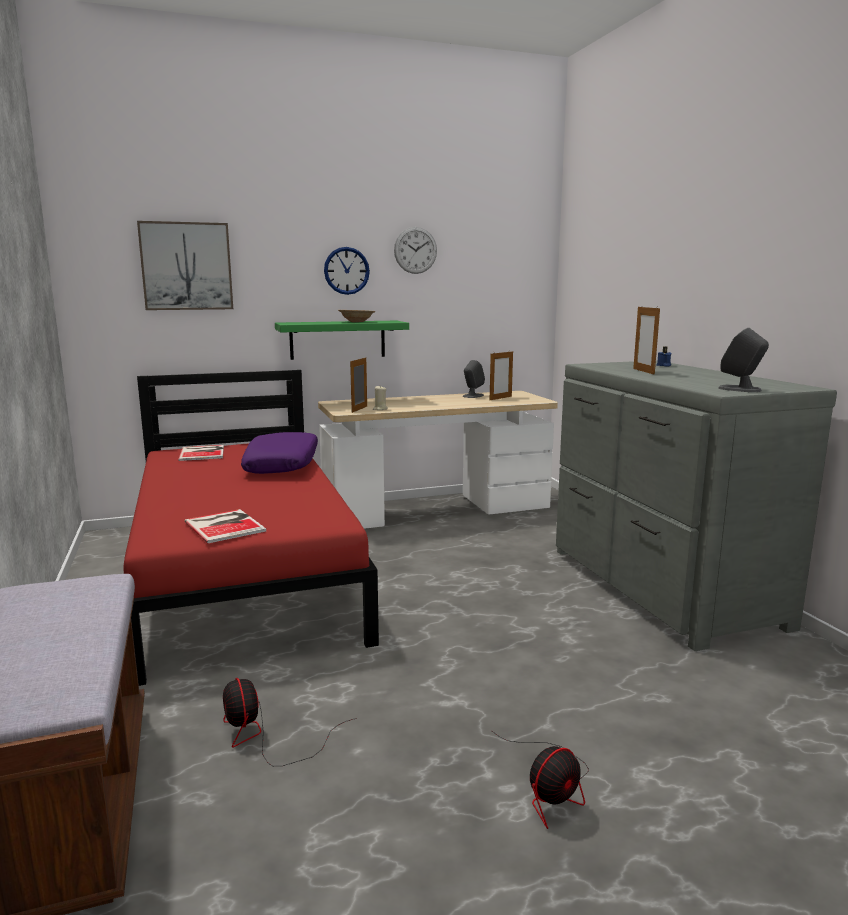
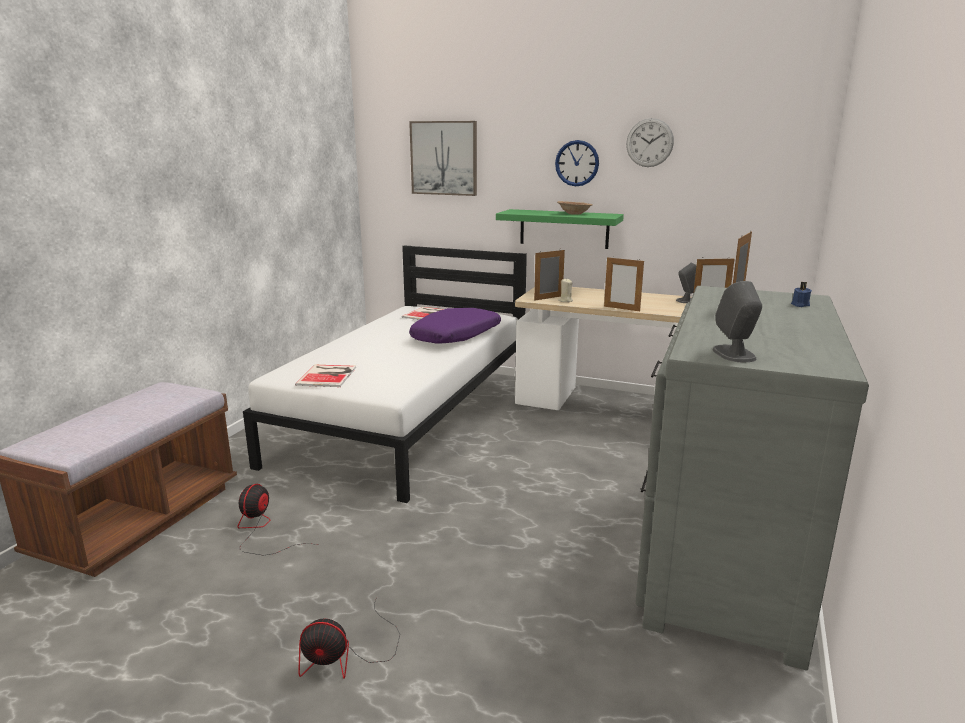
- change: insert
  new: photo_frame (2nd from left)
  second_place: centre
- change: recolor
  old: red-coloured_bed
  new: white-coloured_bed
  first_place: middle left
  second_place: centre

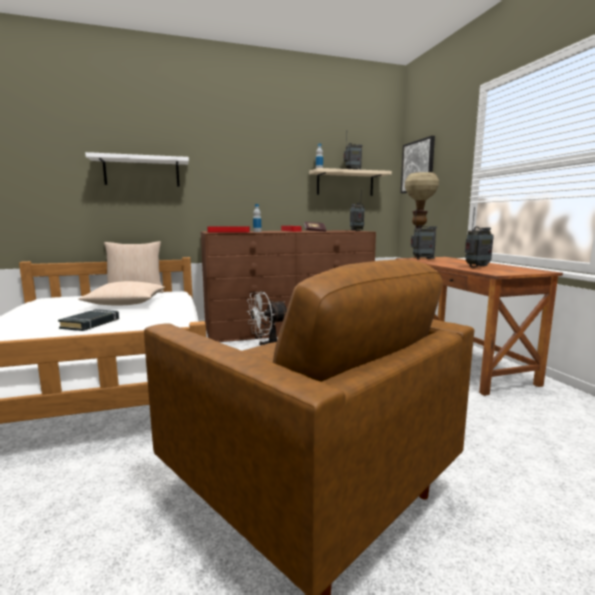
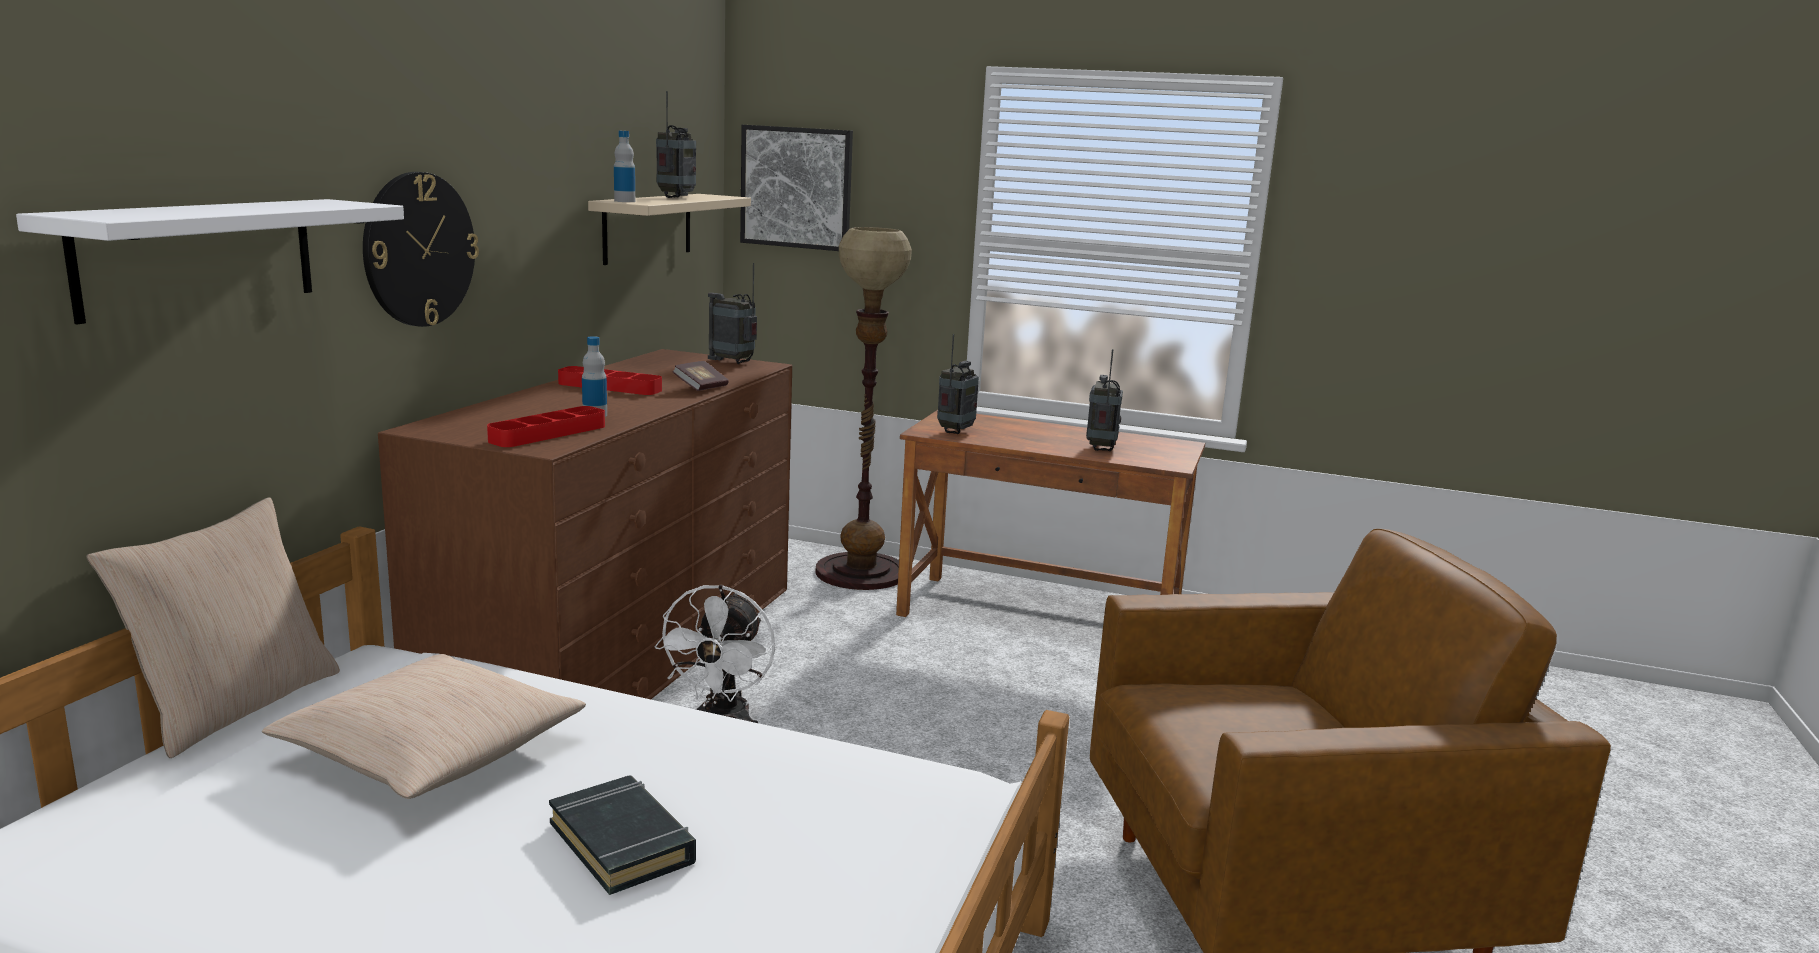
- change: insert
  new: wall_clock
  second_place: top left

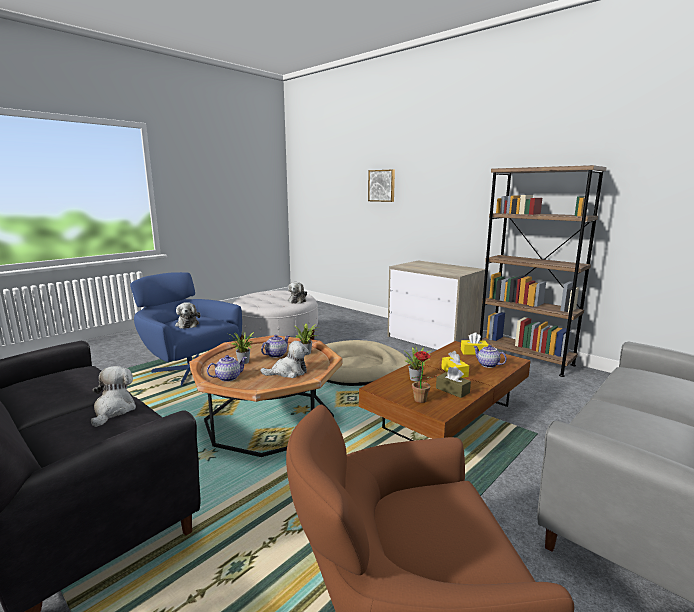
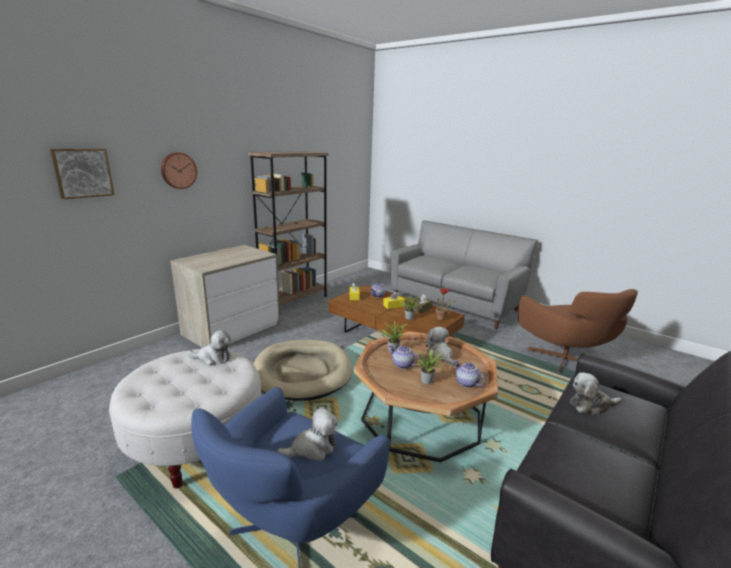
- change: insert
  new: wall_clock
  second_place: top left

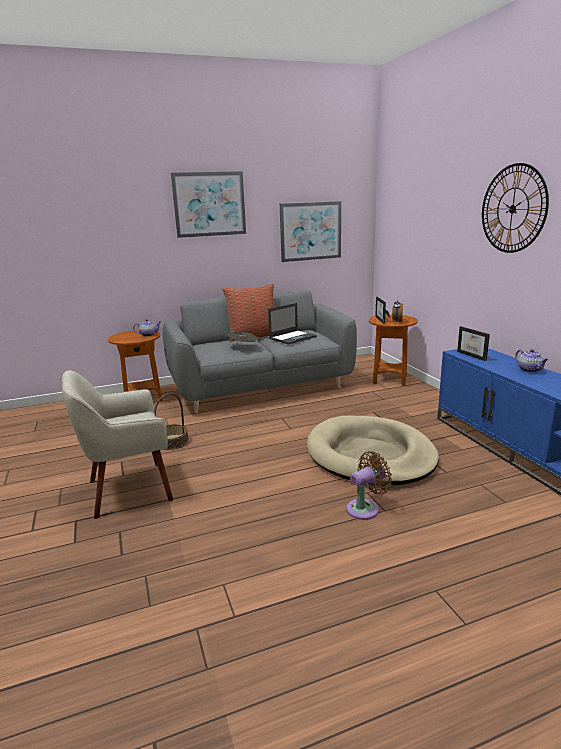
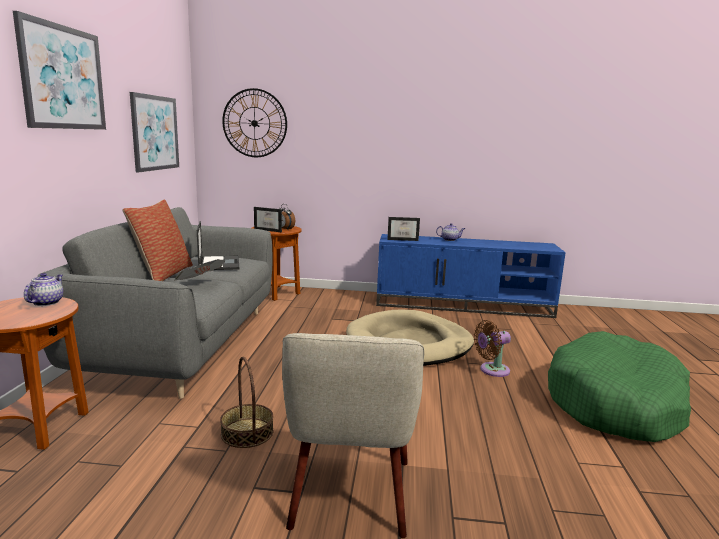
- change: insert
  new: green_dog_cushion
  second_place: bottom right
- change: move
  old: wall_clock
  first_place: top right
  second_place: top centre
- change: rotate
  old: brown_electric_fan
  first_place: centre
  second_place: middle right
  degrees: -105

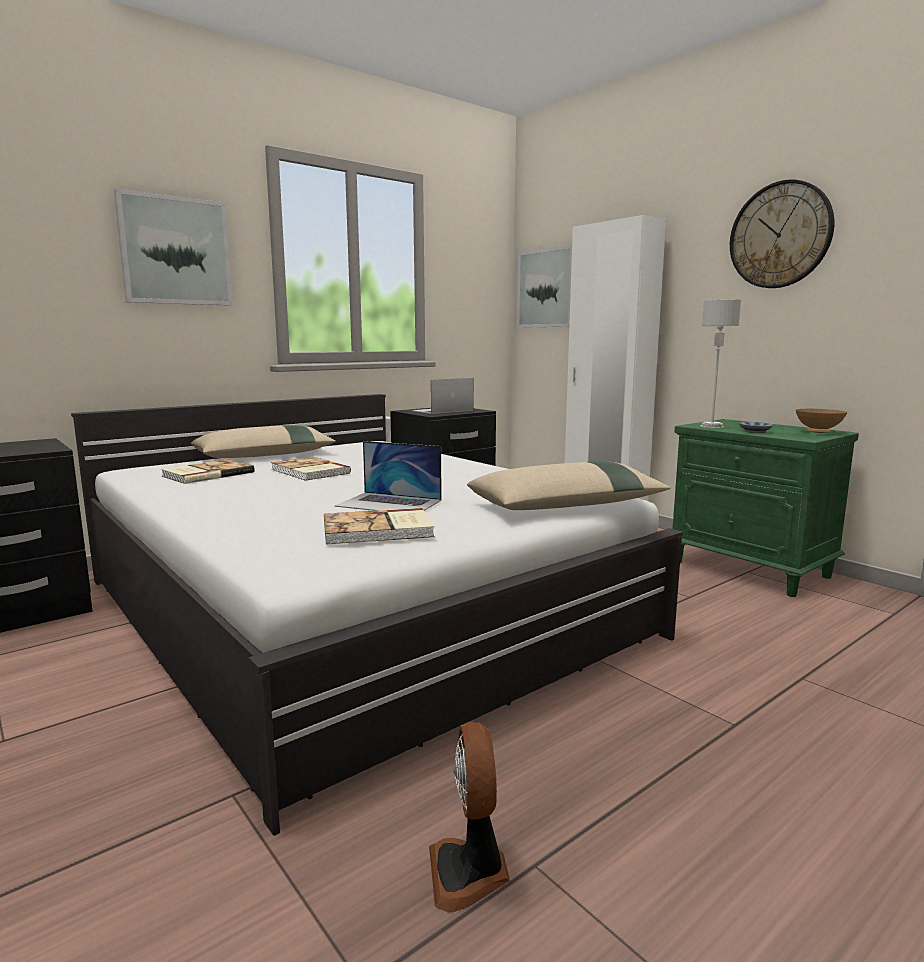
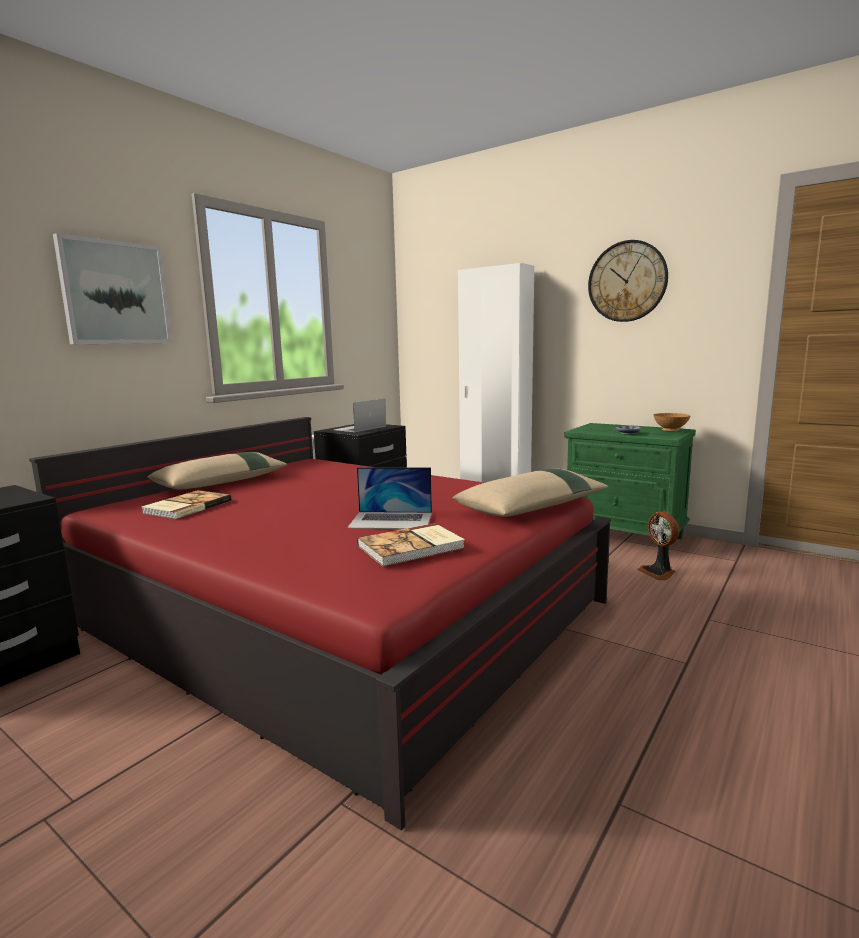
- change: delete
  old: volume (2nd from left)
  first_place: centre
- change: delete
  old: wall_art (2nd from left)
  first_place: top centre
- change: delete
  old: greyish_tabletop_lamp
  first_place: middle right
- change: move
  old: electric_fan
  first_place: bottom centre
  second_place: middle right
- change: recolor
  old: white-coloured_bed
  new: red-coloured_bed
  first_place: centre
  second_place: centre

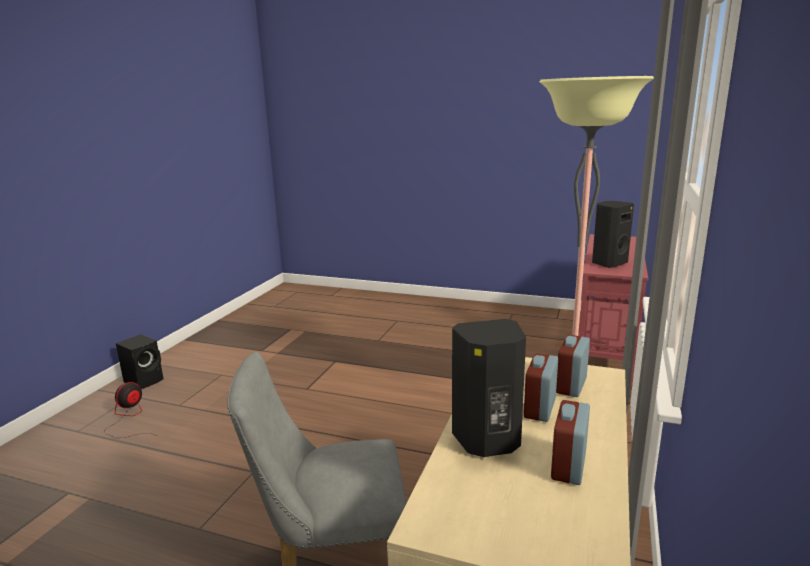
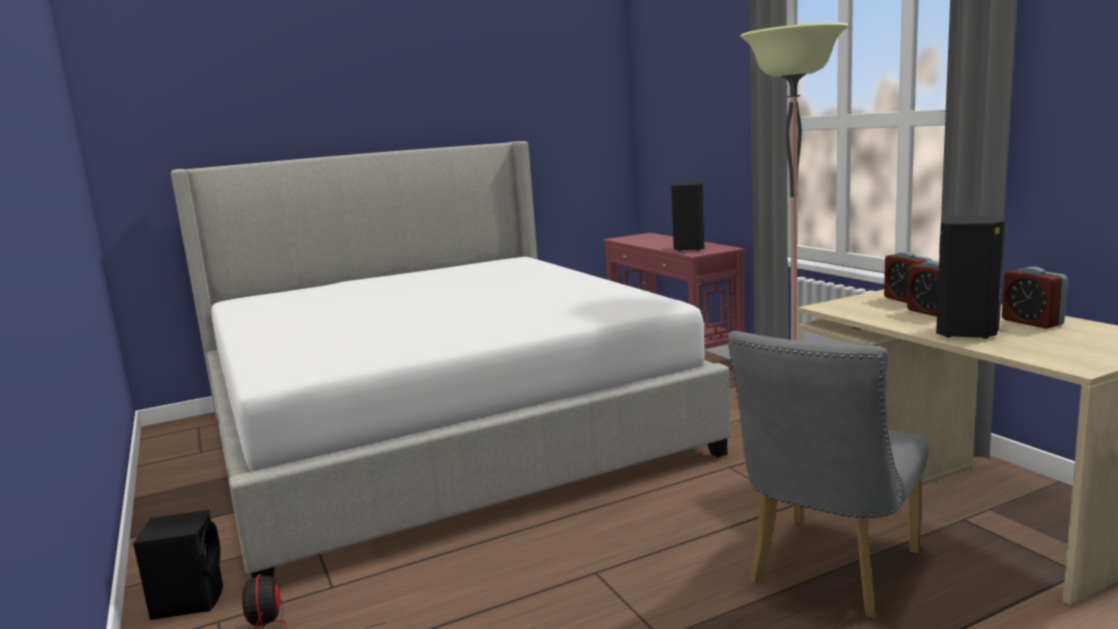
- change: insert
  new: bed
  second_place: centre

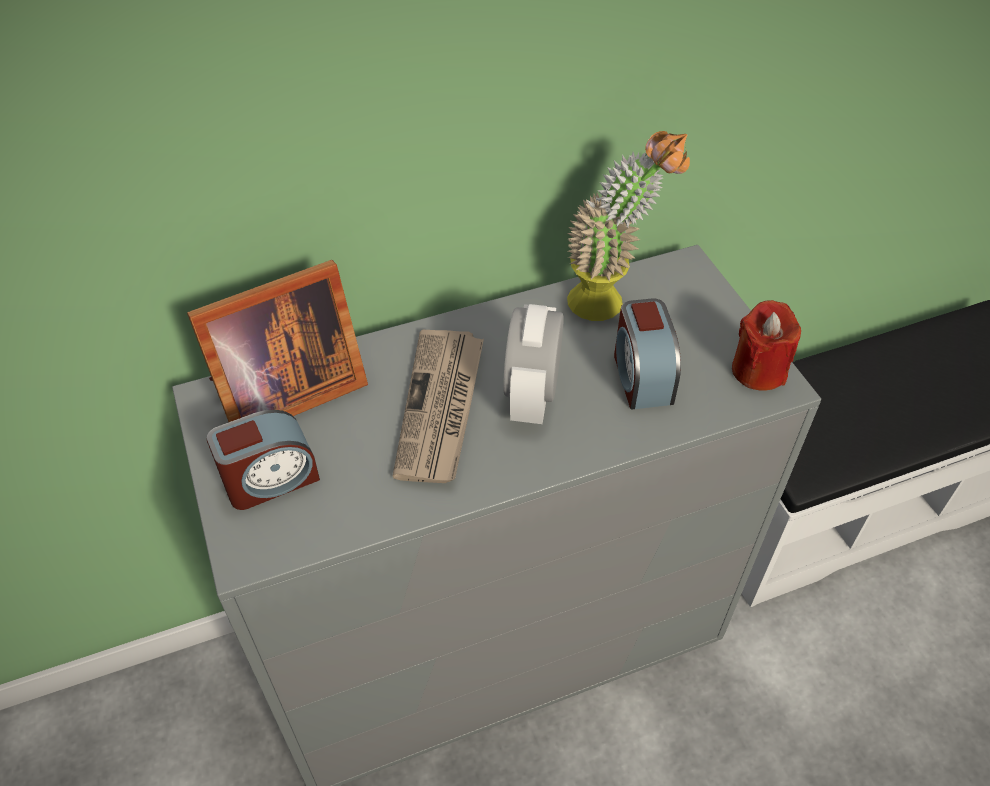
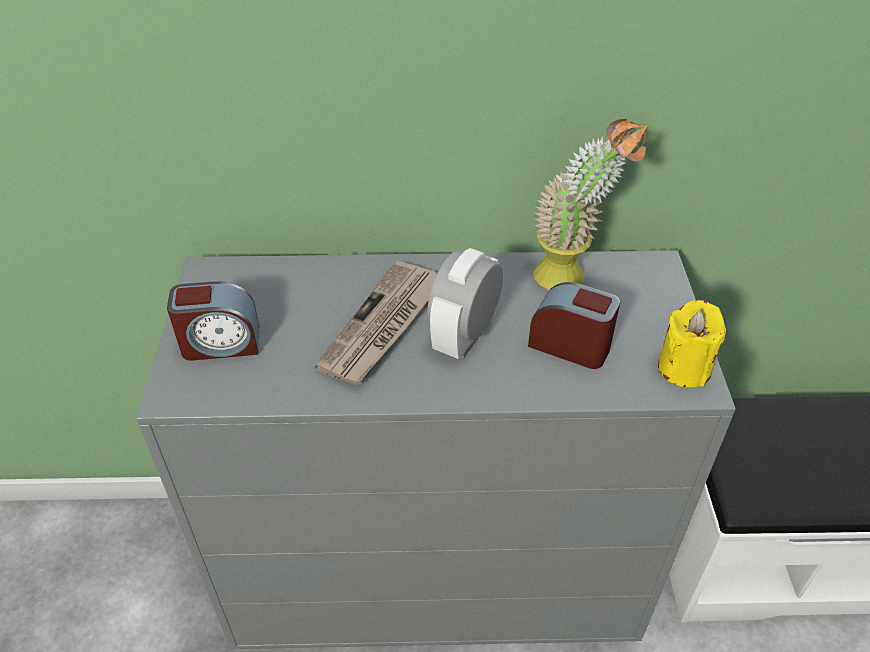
- change: delete
  old: photo_frame
  first_place: middle left
- change: recolor
  old: red-coloured_wax_light
  new: yellowish_wax_light
  first_place: middle right
  second_place: middle right
- change: rotate
  old: bedside_clock (3rd from left)
  first_place: centre
  second_place: centre
  degrees: 105

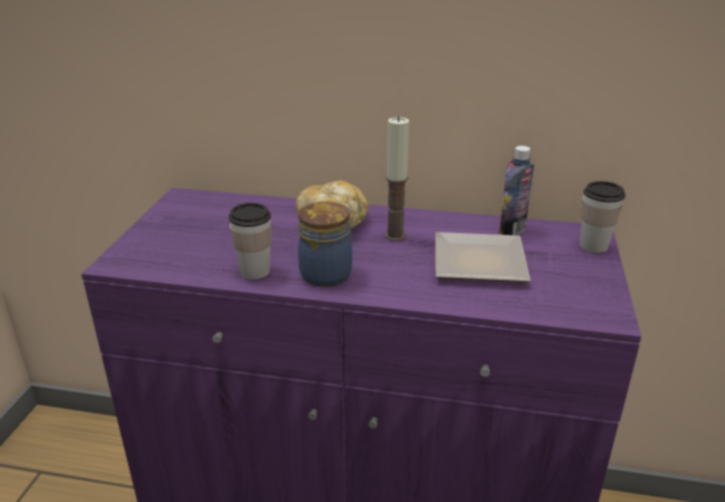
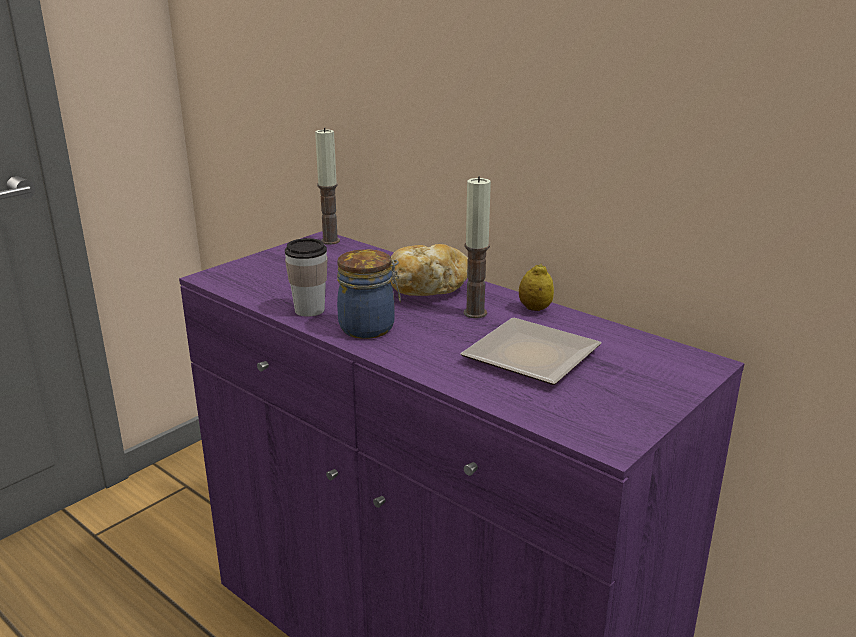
- change: delete
  old: drink_bottle
  first_place: middle right
- change: delete
  old: drinking_cup (2nd from left)
  first_place: middle right
- change: insert
  new: wax_light (1st from left)
  second_place: top centre
- change: insert
  new: whole_lemon
  second_place: centre

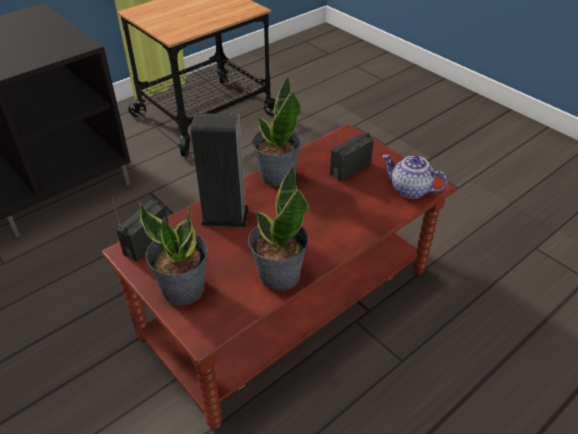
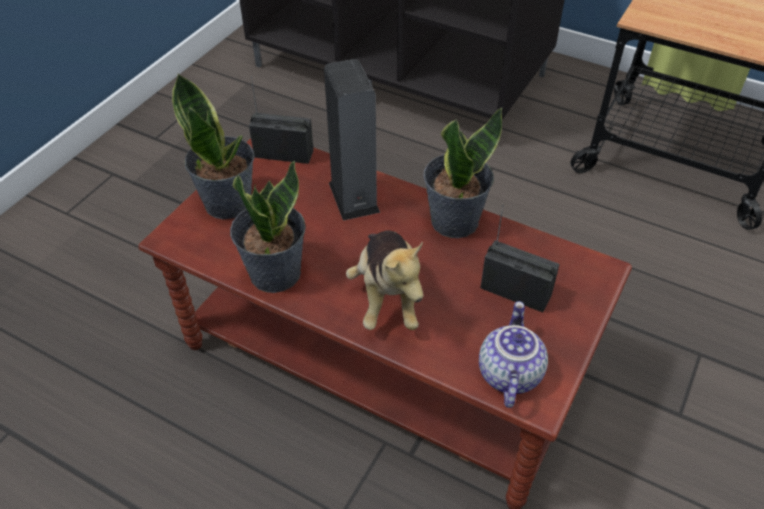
- change: insert
  new: soft_toy
  second_place: centre

